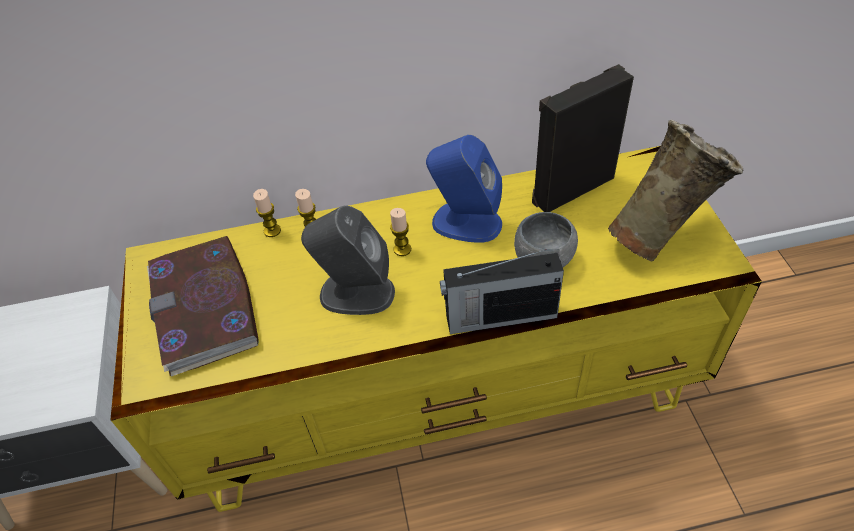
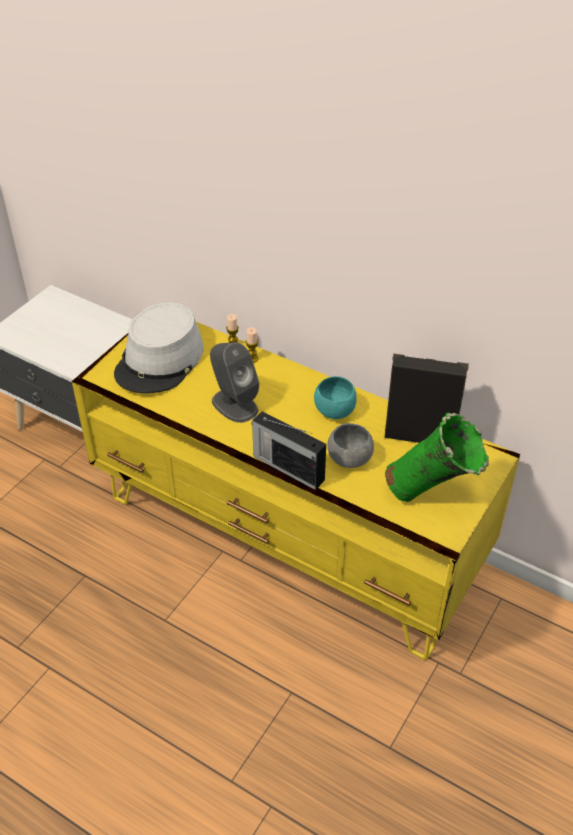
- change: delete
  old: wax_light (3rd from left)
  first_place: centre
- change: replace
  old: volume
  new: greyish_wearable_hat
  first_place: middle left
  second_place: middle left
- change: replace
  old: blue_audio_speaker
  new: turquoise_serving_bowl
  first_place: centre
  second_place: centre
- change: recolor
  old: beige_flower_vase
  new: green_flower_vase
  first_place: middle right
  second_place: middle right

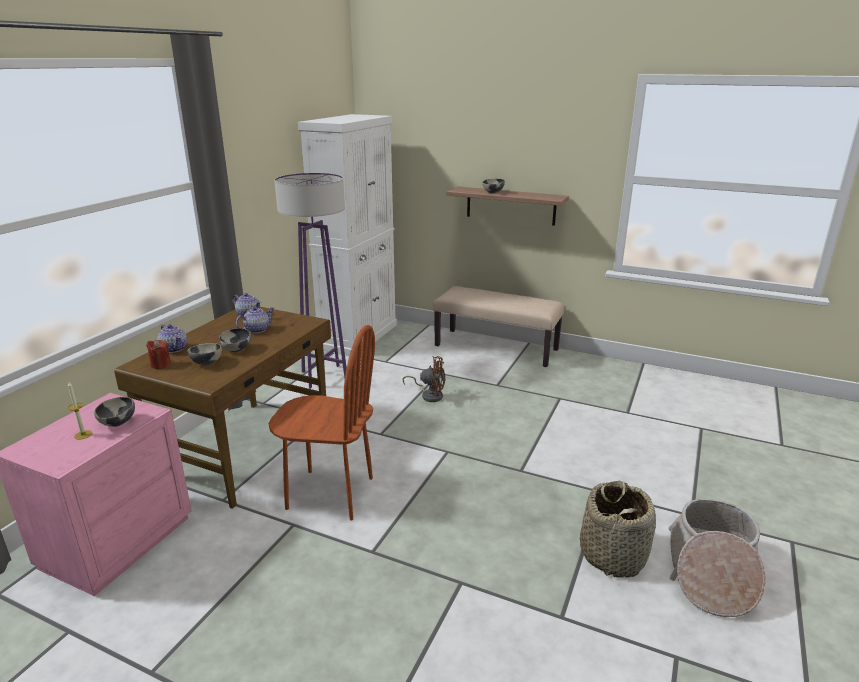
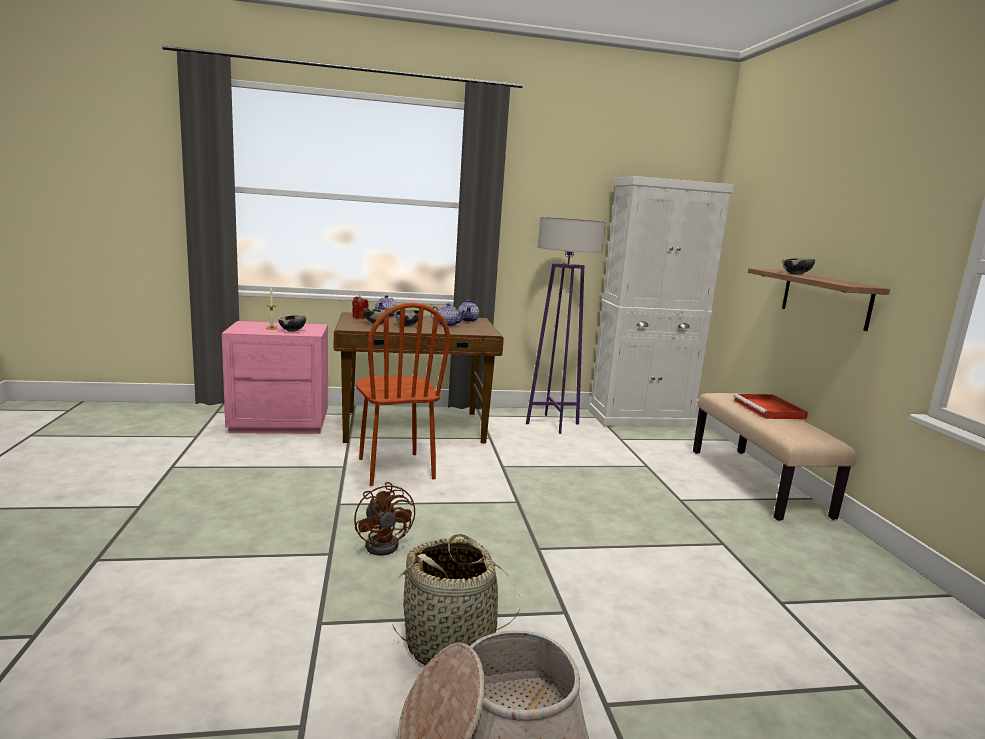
- change: insert
  new: red-coloured_serving_tray
  second_place: middle right
- change: move
  old: brown_electric_fan
  first_place: centre
  second_place: bottom centre

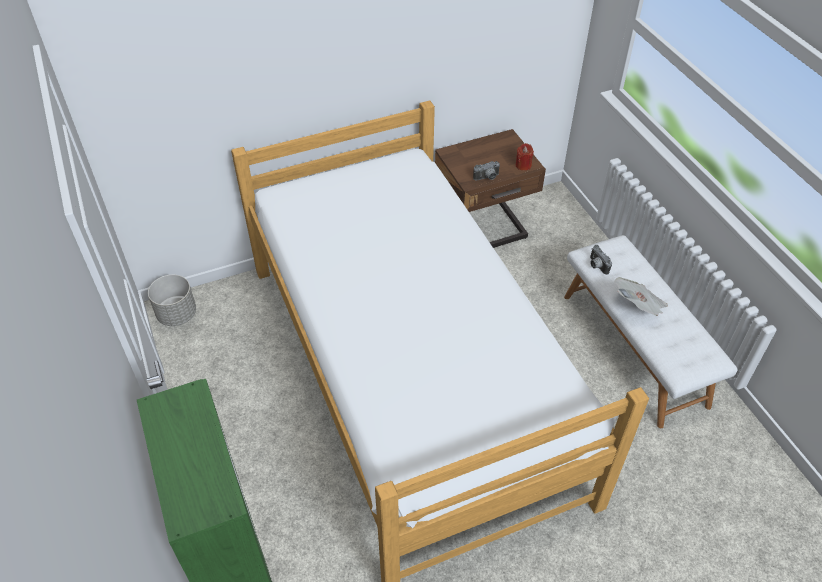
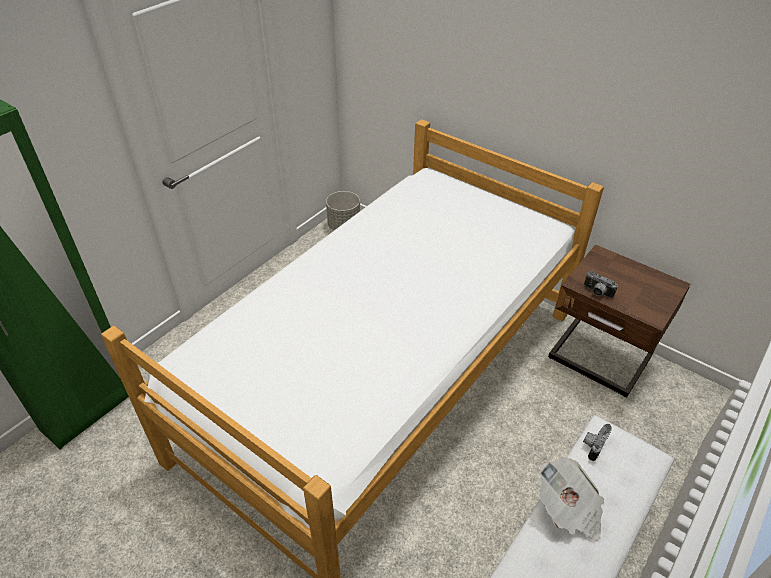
- change: delete
  old: red-coloured_wax_light
  first_place: top centre

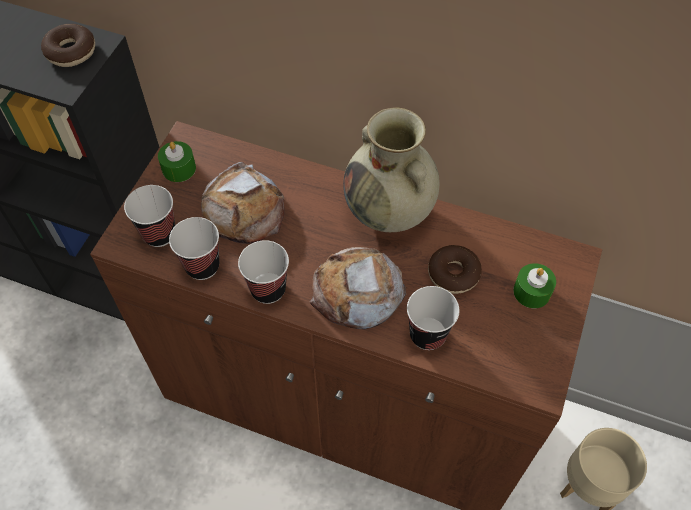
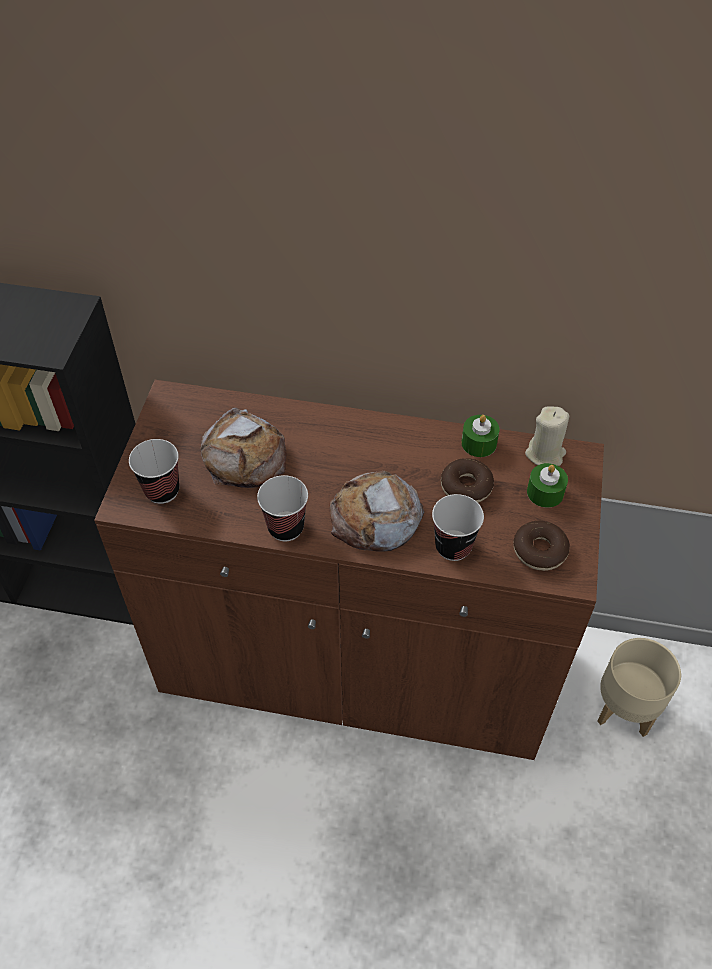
- change: delete
  old: drinking_cup (2nd from left)
  first_place: middle left
- change: delete
  old: beige_flower_vase
  first_place: centre
- change: insert
  new: beige_wax_light
  second_place: middle right
- change: move
  old: donut (1st from left in the first image)
  new: donut (2nd from left)
  first_place: top left
  second_place: middle right
- change: move
  old: green_wax_light (1st from left)
  first_place: top left
  second_place: middle right

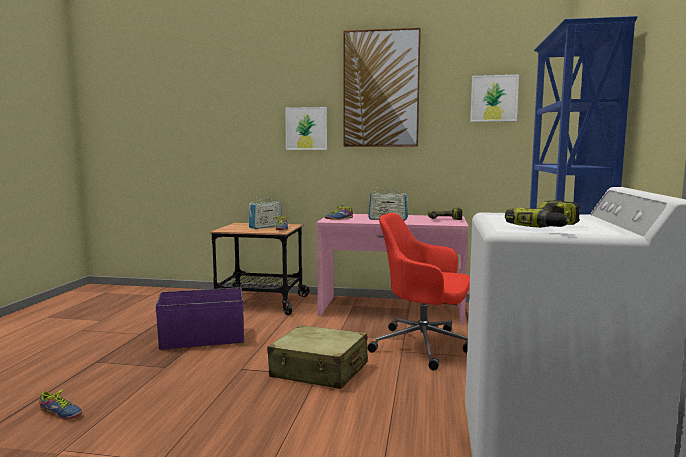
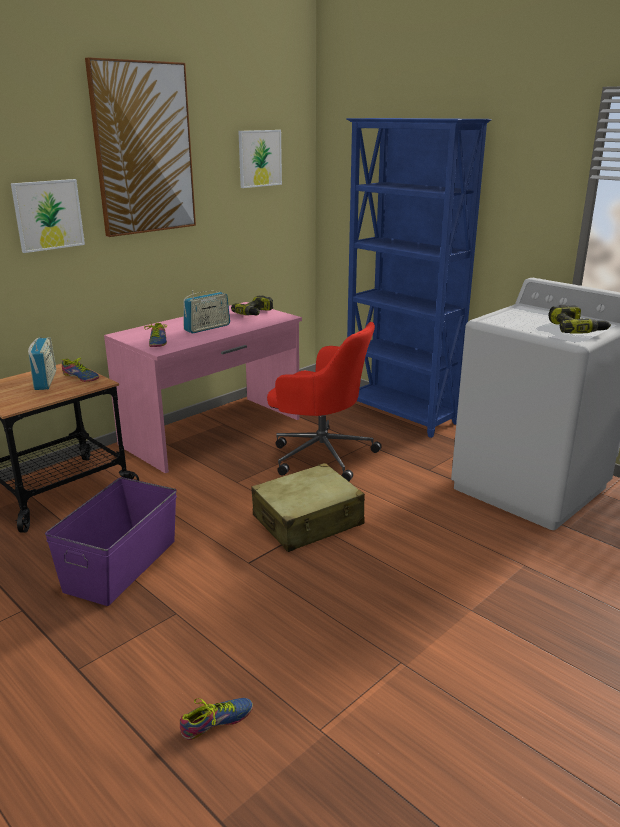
- change: rotate
  old: red-coloured_computer_chair
  first_place: centre
  second_place: centre
  degrees: -120

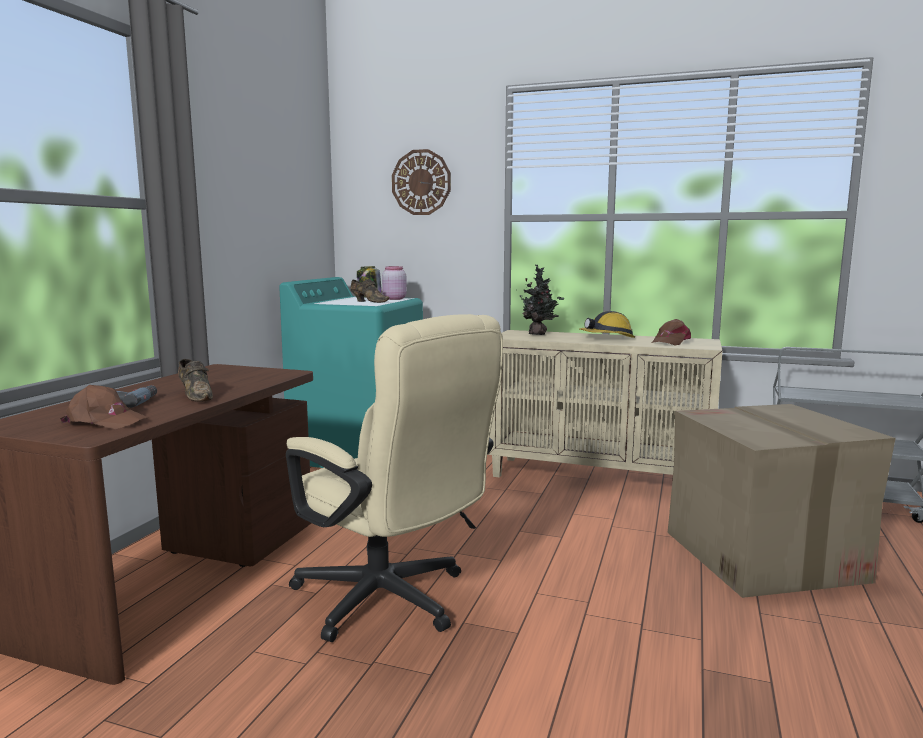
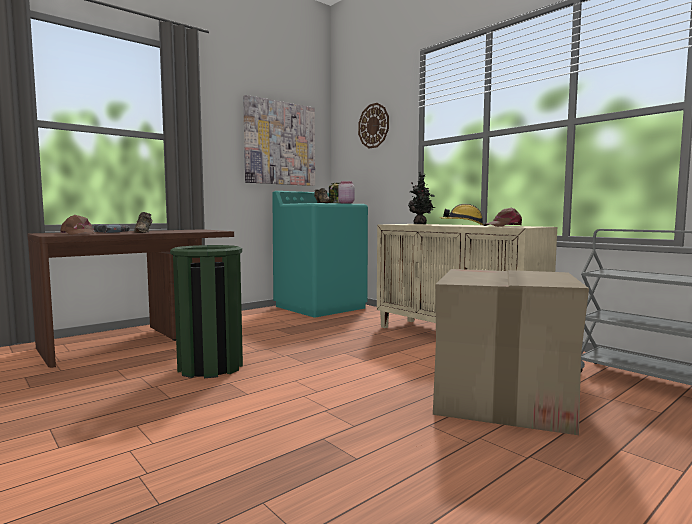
- change: insert
  new: wall_art
  second_place: top centre
- change: replace
  old: beige_computer_chair
  new: green_rubbish_bin
  first_place: centre
  second_place: middle left

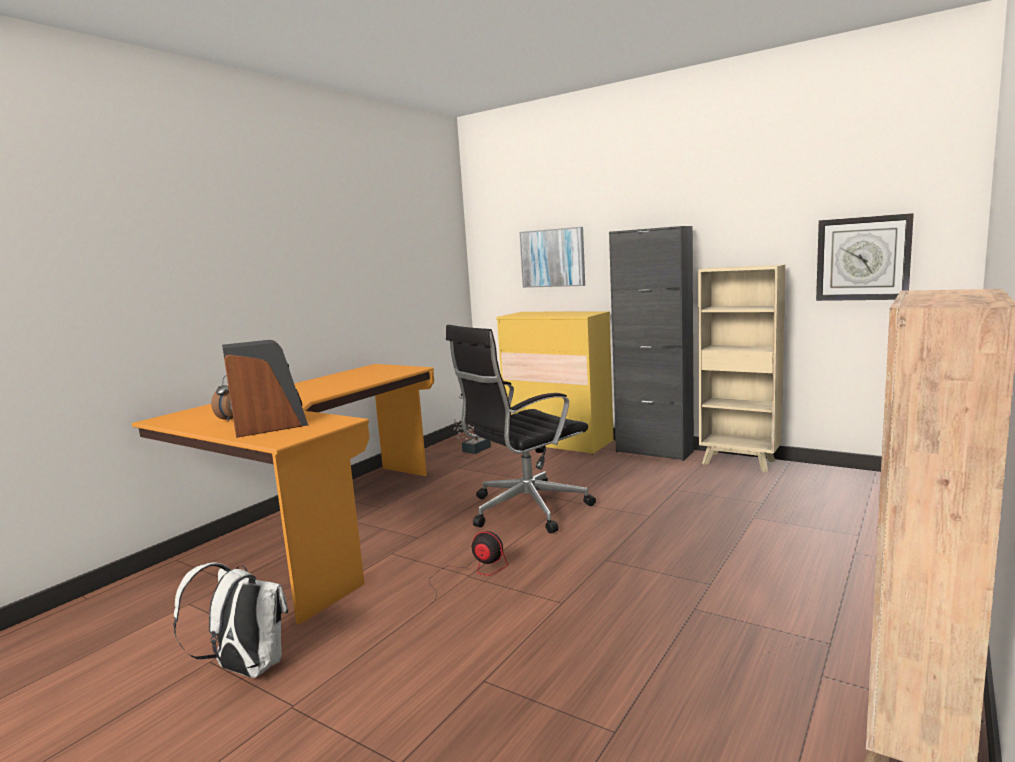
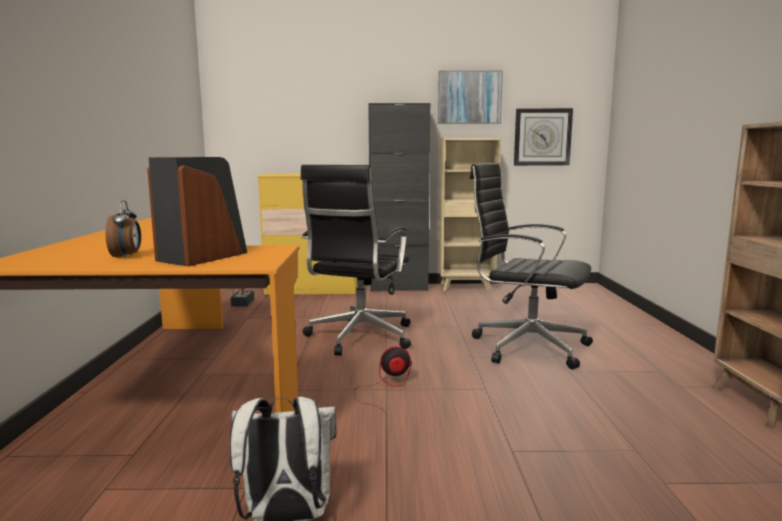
- change: insert
  new: blackish_computer_chair (2nd from left)
  second_place: middle right
- change: move
  old: wall_art
  first_place: centre
  second_place: top centre

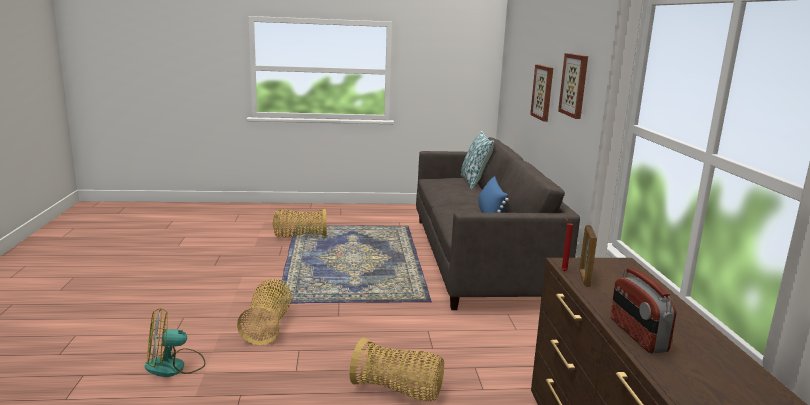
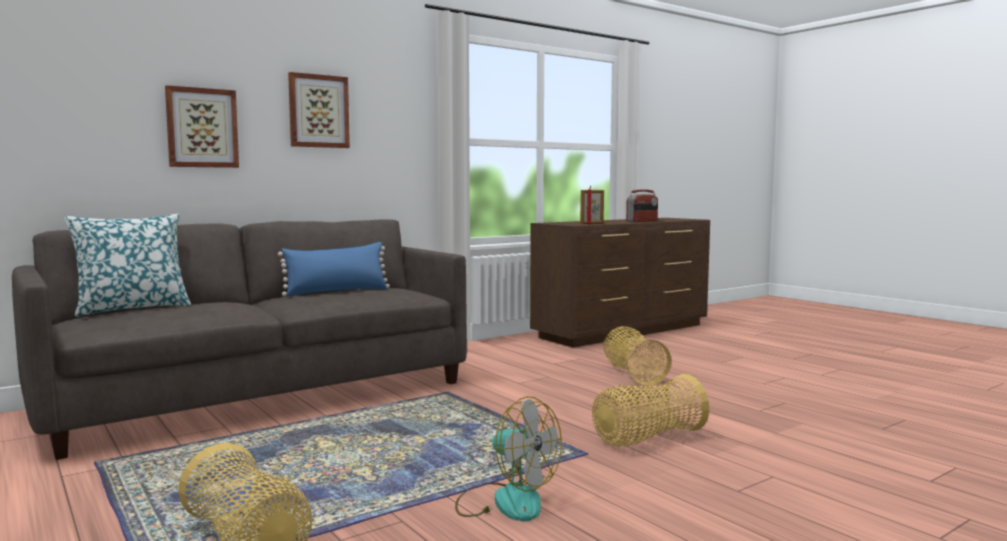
- change: move
  old: electric_fan
  first_place: bottom left
  second_place: bottom centre

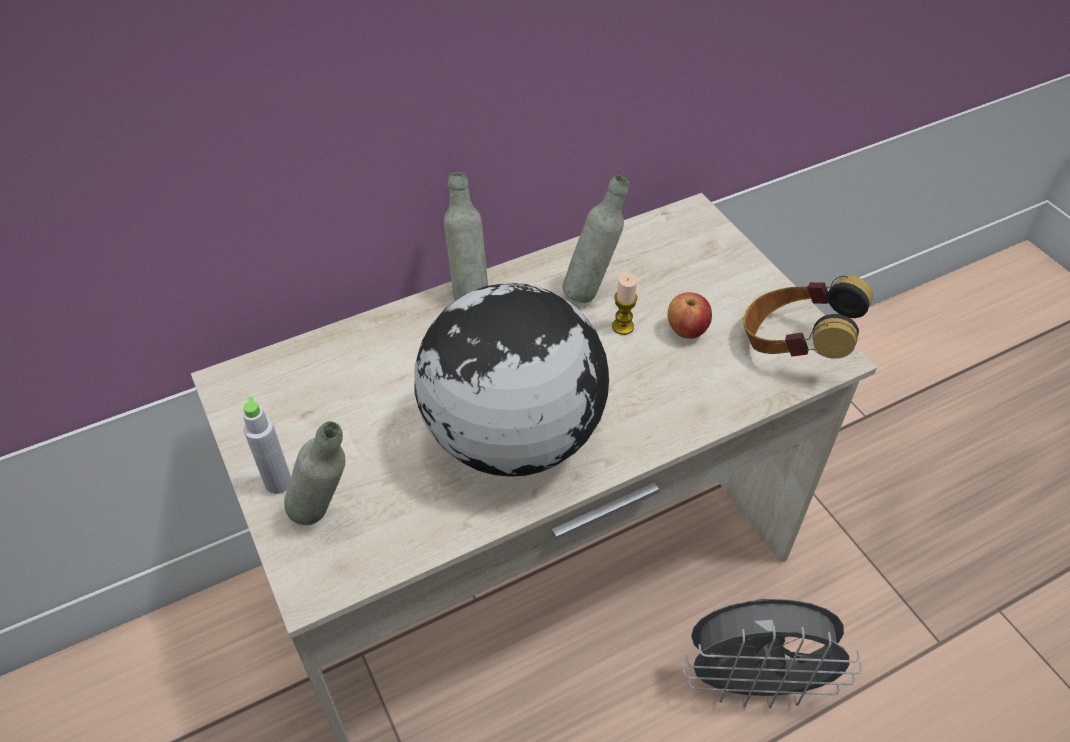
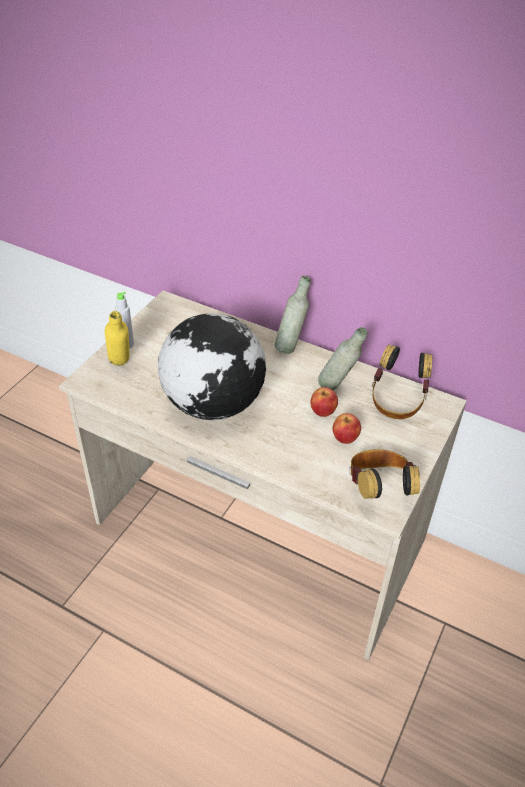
- change: delete
  old: greyish_electric_fan
  first_place: bottom right
- change: insert
  new: headset (2nd from left)
  second_place: middle right
- change: replace
  old: wax_light
  new: apple_fruit (1st from left)
  first_place: centre
  second_place: centre
- change: recolor
  old: greyish_drink_bottle (2nd from left)
  new: yellowish_drink_bottle
  first_place: middle left
  second_place: middle left

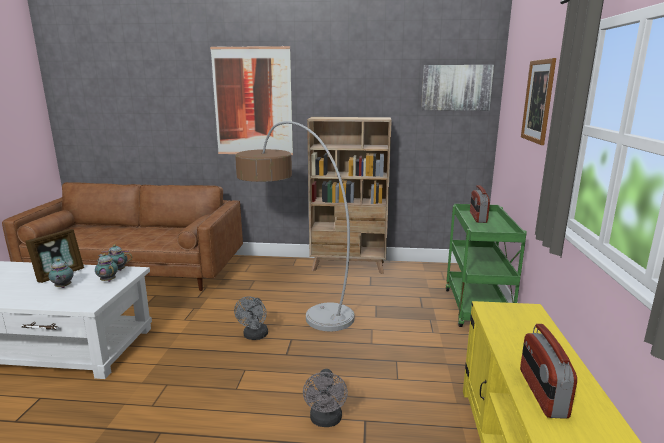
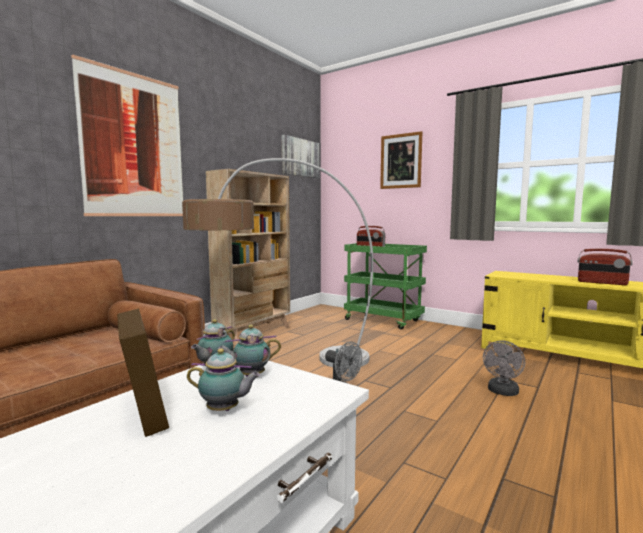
- change: rotate
  old: greyish_electric_fan (2nd from left)
  first_place: bottom centre
  second_place: bottom right
  degrees: 90

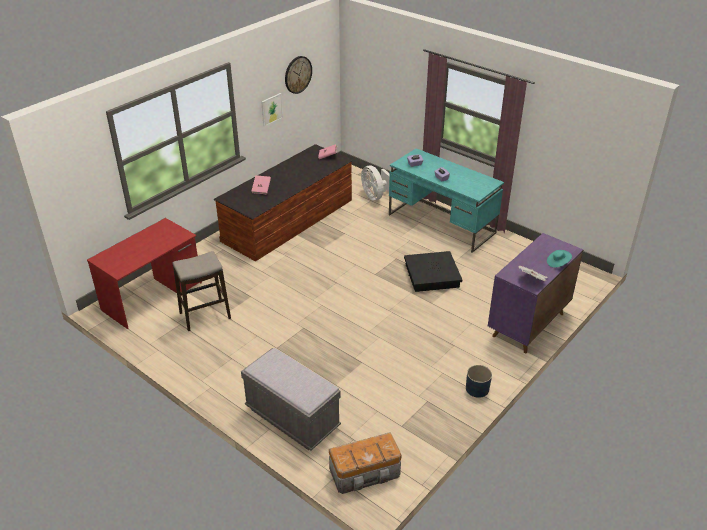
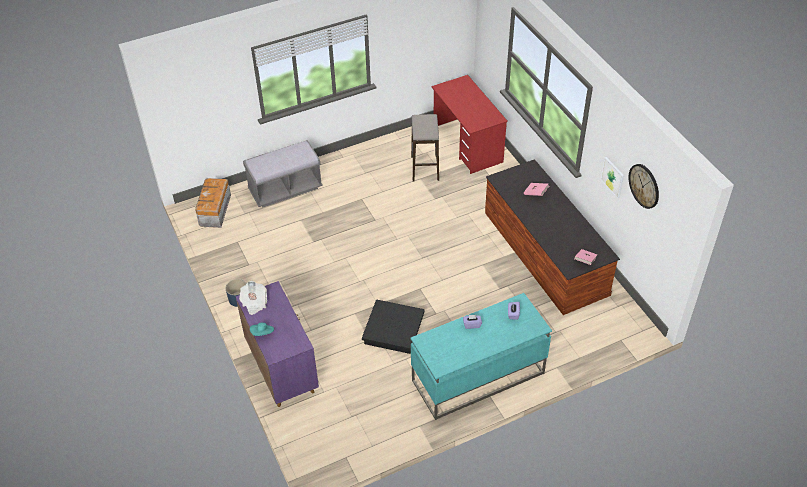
- change: delete
  old: white-coloured_electric_fan
  first_place: centre

